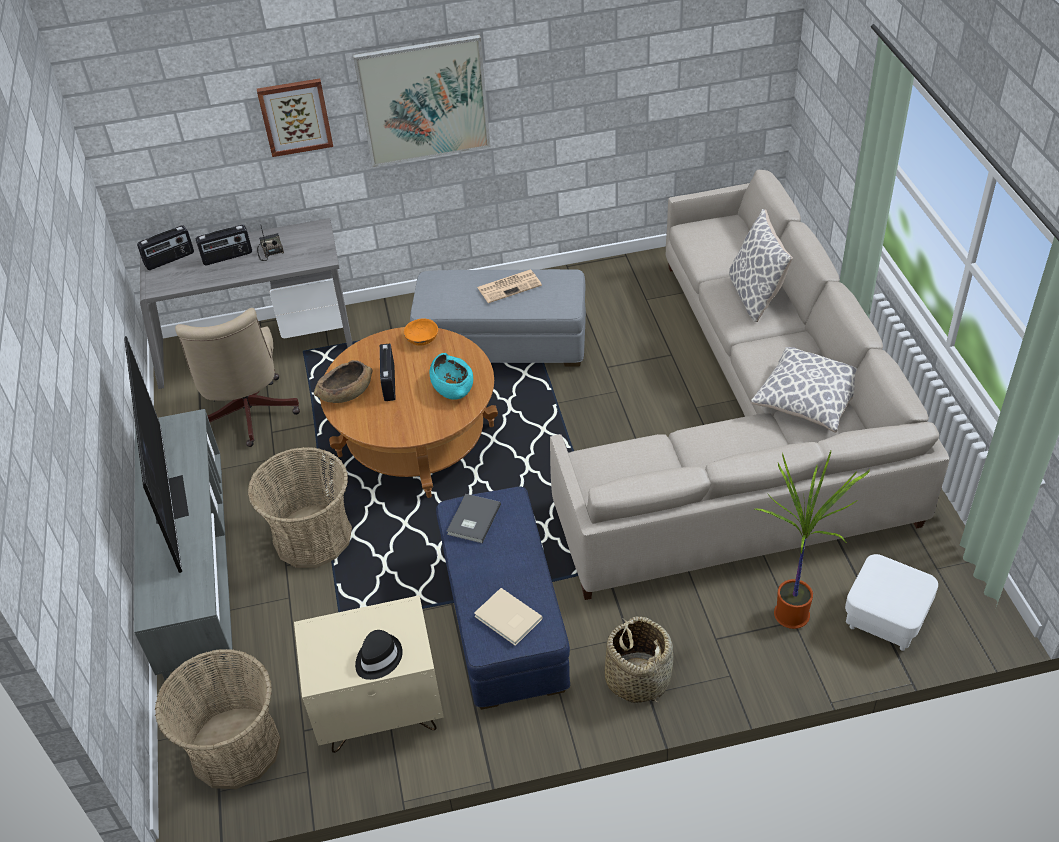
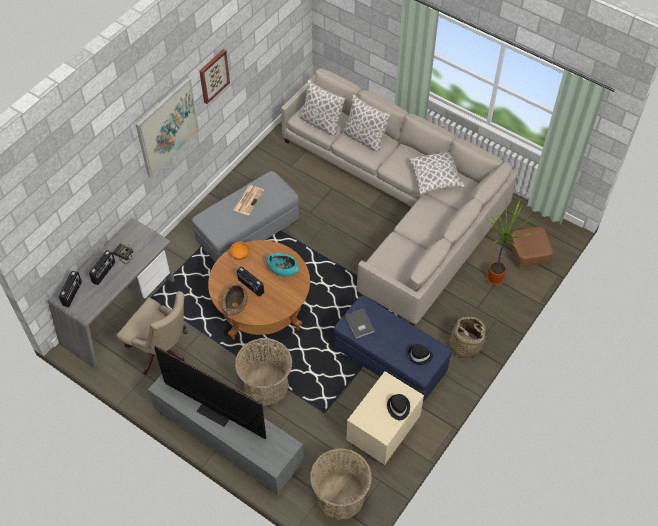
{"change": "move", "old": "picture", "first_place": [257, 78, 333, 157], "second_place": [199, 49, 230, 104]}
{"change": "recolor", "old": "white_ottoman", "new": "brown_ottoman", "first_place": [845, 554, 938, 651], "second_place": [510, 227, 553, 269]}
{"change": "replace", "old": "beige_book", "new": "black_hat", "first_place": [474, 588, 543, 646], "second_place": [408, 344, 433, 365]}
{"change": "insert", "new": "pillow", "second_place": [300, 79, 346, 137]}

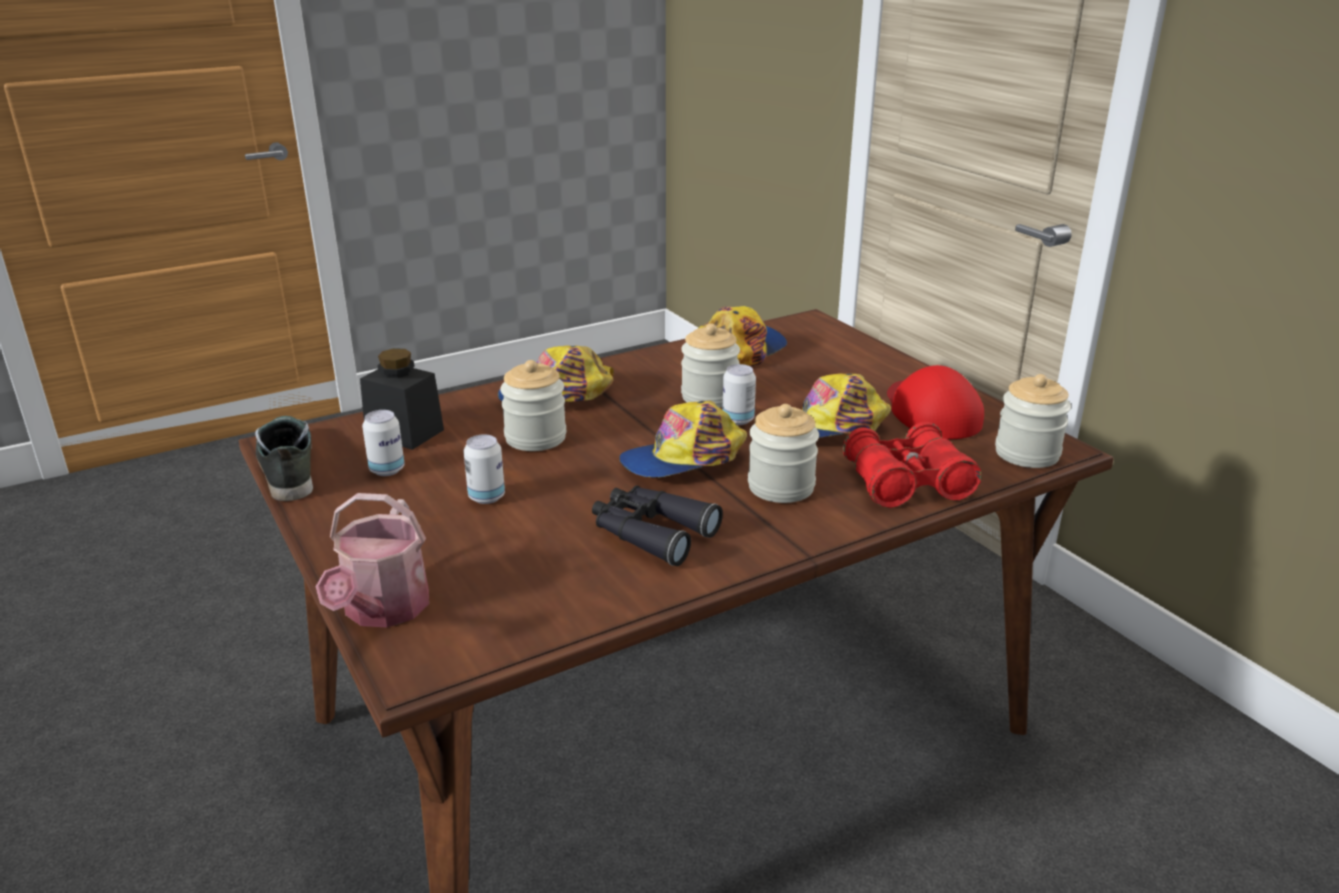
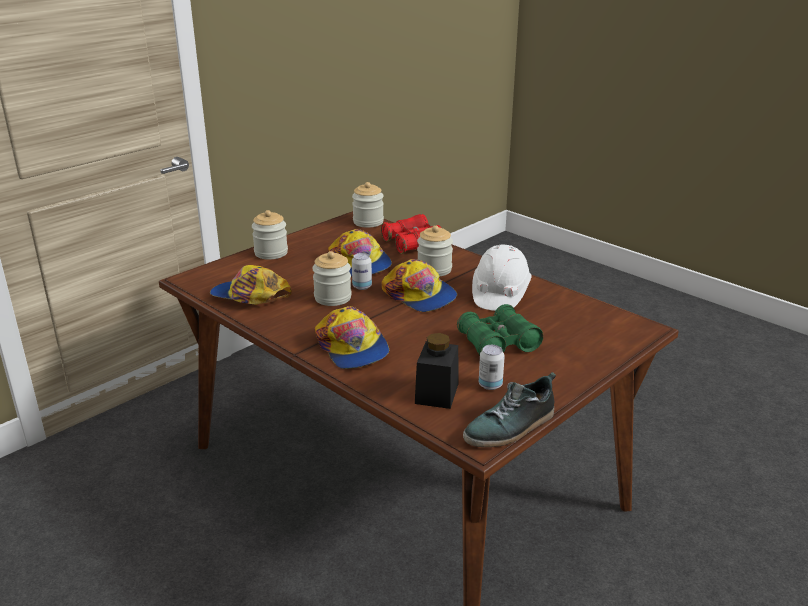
{"change": "move", "old": "jar", "first_place": [500, 360, 566, 451], "second_place": [252, 210, 288, 260]}
{"change": "delete", "old": "red_cap", "first_place": [887, 365, 984, 439]}
{"change": "replace", "old": "can", "new": "green_binoculars", "first_place": [463, 434, 505, 504], "second_place": [457, 304, 543, 355]}
{"change": "replace", "old": "black_binoculars", "new": "white_hard_hat", "first_place": [592, 486, 723, 566], "second_place": [472, 244, 532, 311]}
{"change": "delete", "old": "watering_can", "first_place": [316, 493, 429, 628]}

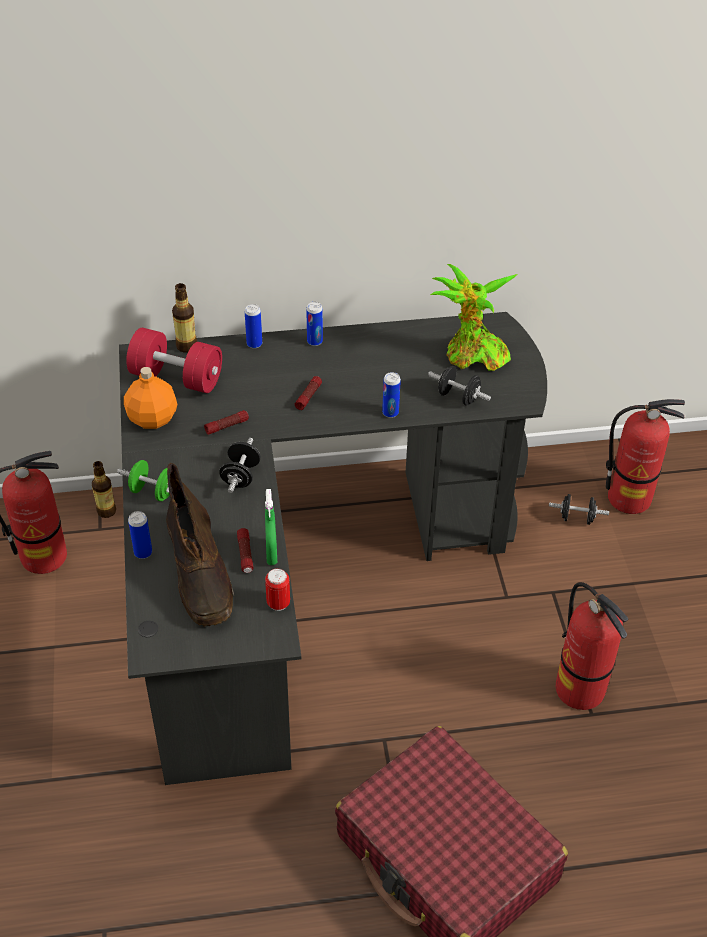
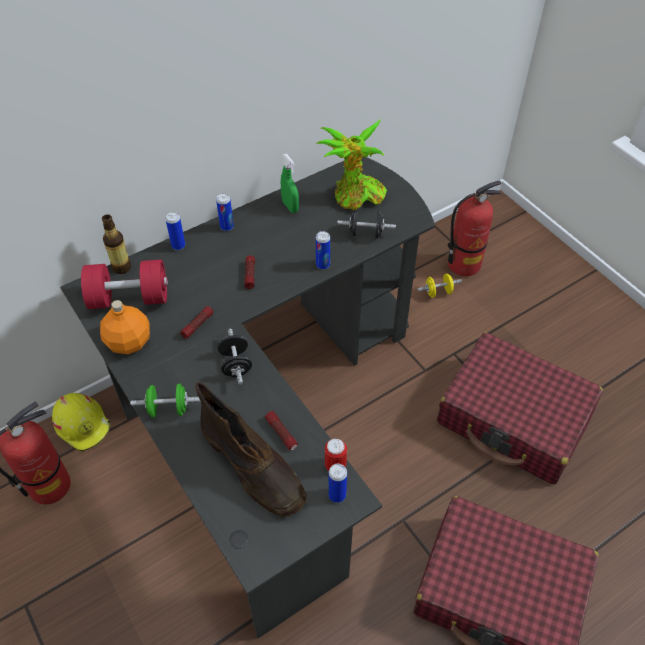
{"change": "replace", "old": "bottle", "new": "yellow_hard_hat", "first_place": [92, 461, 116, 518], "second_place": [52, 393, 111, 452]}
{"change": "move", "old": "green_spray_bottle", "first_place": [265, 489, 277, 565], "second_place": [281, 154, 299, 213]}
{"change": "recolor", "old": "black_dumbbell", "new": "yellow_dumbbell", "first_place": [549, 494, 609, 525], "second_place": [417, 273, 462, 298]}
{"change": "move", "old": "can", "first_place": [128, 511, 152, 559], "second_place": [328, 464, 347, 503]}
{"change": "replace", "old": "fire_extinguisher", "new": "red_suitcase", "first_place": [556, 582, 628, 710], "second_place": [437, 332, 603, 484]}

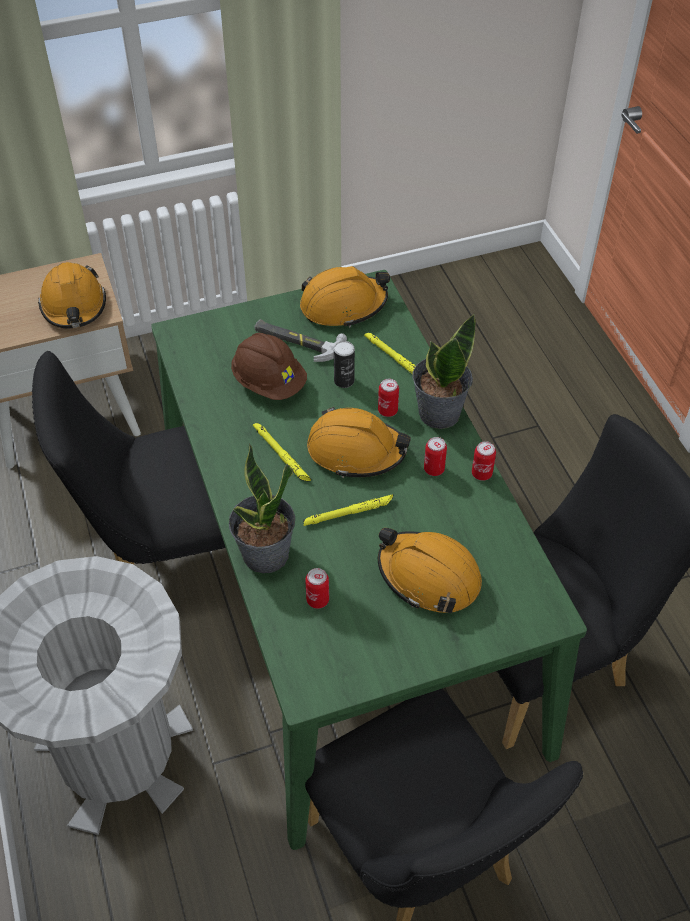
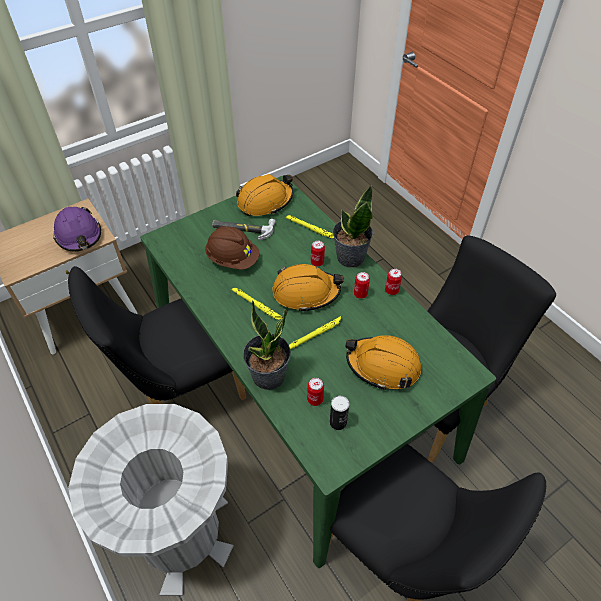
{"change": "recolor", "old": "orange_hard_hat", "new": "purple_hard_hat", "first_place": [38, 262, 106, 328], "second_place": [53, 207, 101, 251]}
{"change": "move", "old": "can", "first_place": [334, 341, 355, 388], "second_place": [330, 395, 349, 430]}

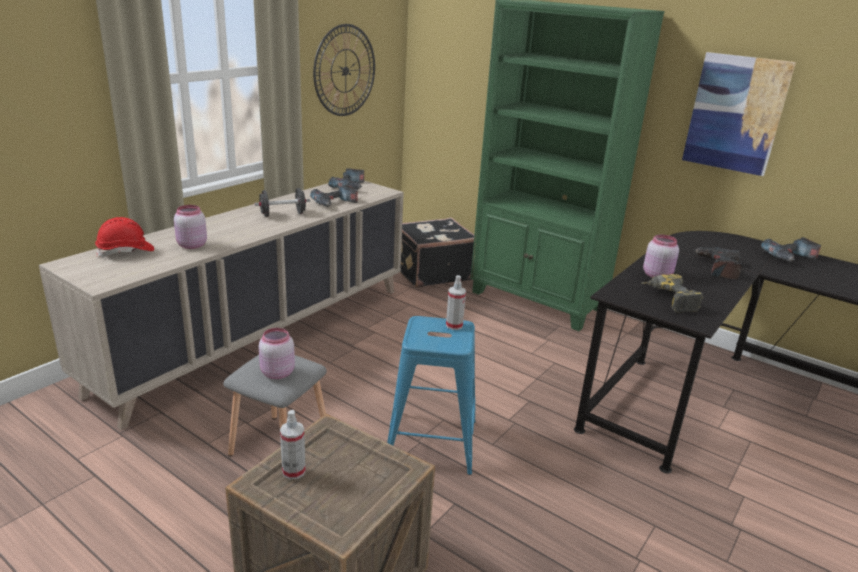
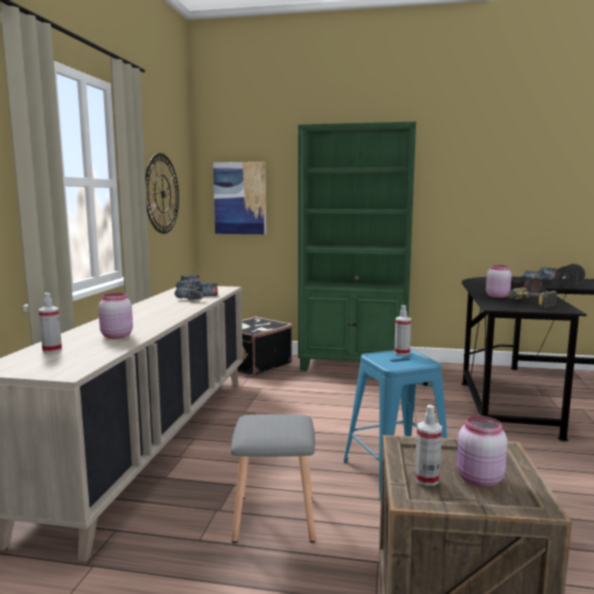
{"change": "move", "old": "picture", "first_place": [682, 52, 796, 176], "second_place": [213, 162, 266, 234]}
{"change": "move", "old": "black_dumbbell", "first_place": [254, 188, 310, 217], "second_place": [555, 264, 585, 287]}
{"change": "replace", "old": "red_hard_hat", "new": "spray_bottle", "first_place": [95, 217, 154, 257], "second_place": [39, 293, 62, 353]}
{"change": "move", "old": "pink_jar", "first_place": [259, 328, 295, 379], "second_place": [457, 416, 508, 487]}

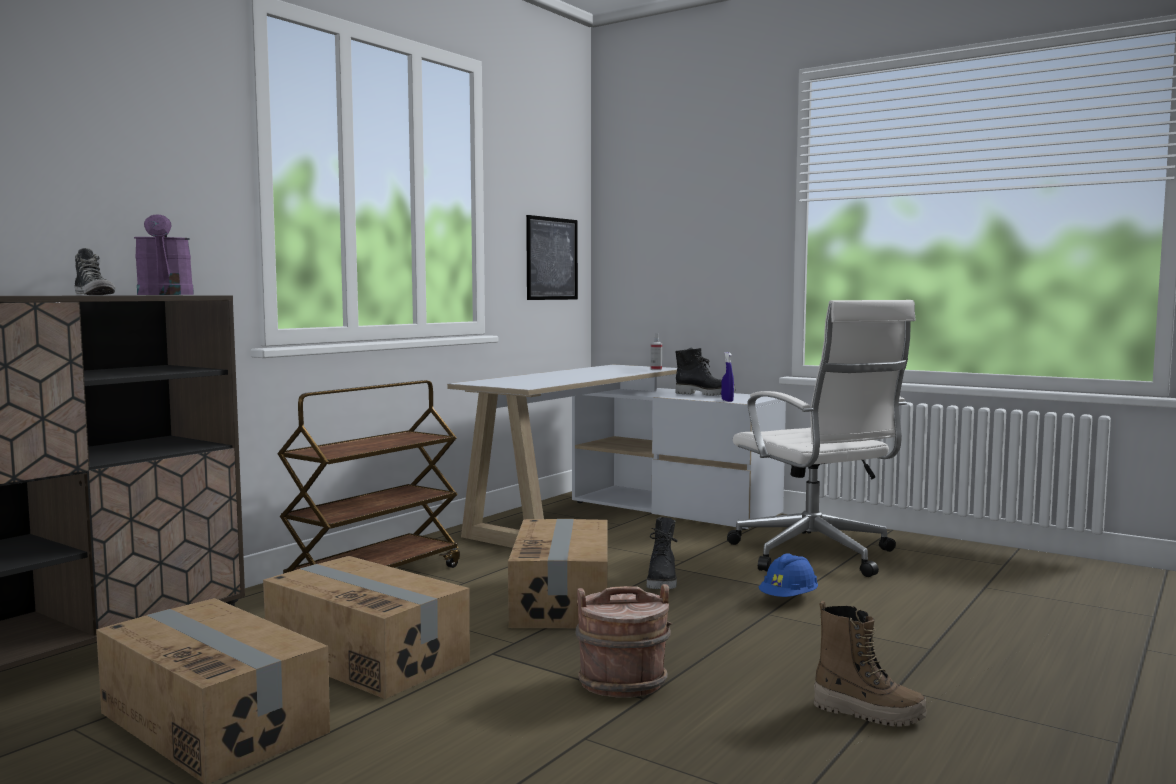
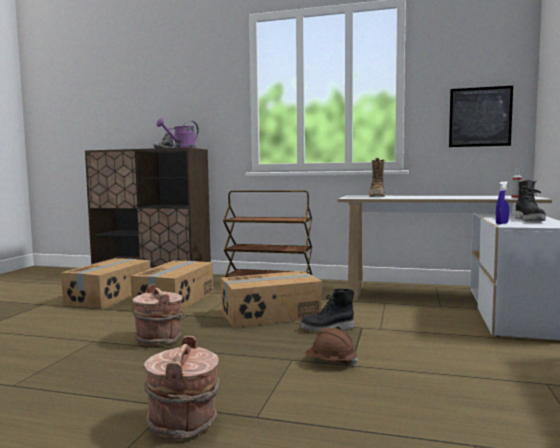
{"change": "delete", "old": "white_office_chair", "first_place": [727, 300, 916, 577]}
{"change": "recolor", "old": "blue_hard_hat", "new": "brown_hard_hat", "first_place": [759, 553, 818, 597], "second_place": [305, 328, 358, 366]}
{"change": "move", "old": "boot", "first_place": [814, 600, 927, 727], "second_place": [369, 158, 386, 197]}
{"change": "insert", "new": "brown_bucket", "second_place": [144, 336, 220, 440]}

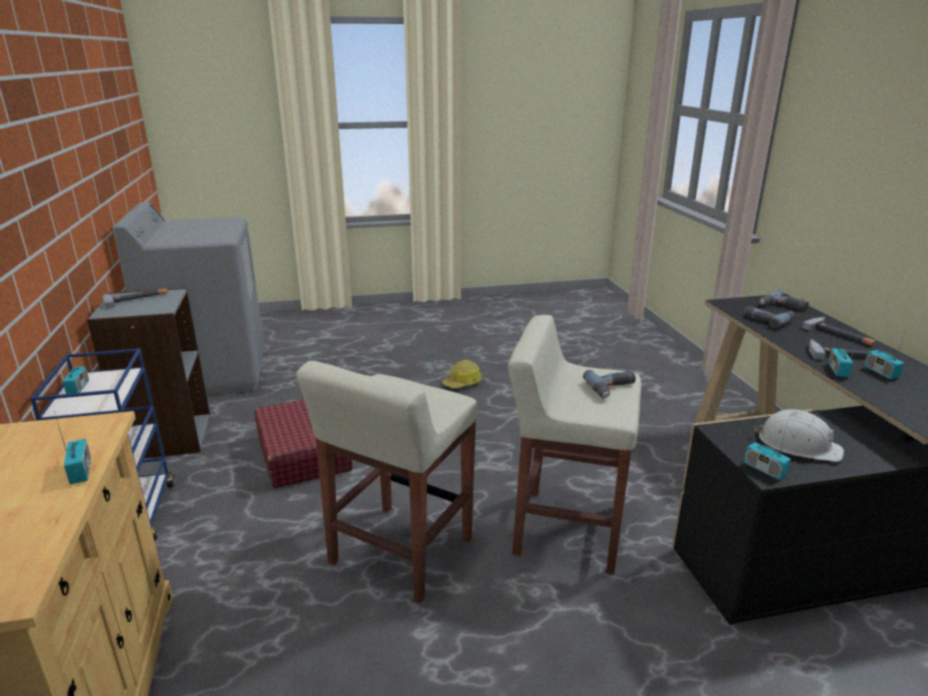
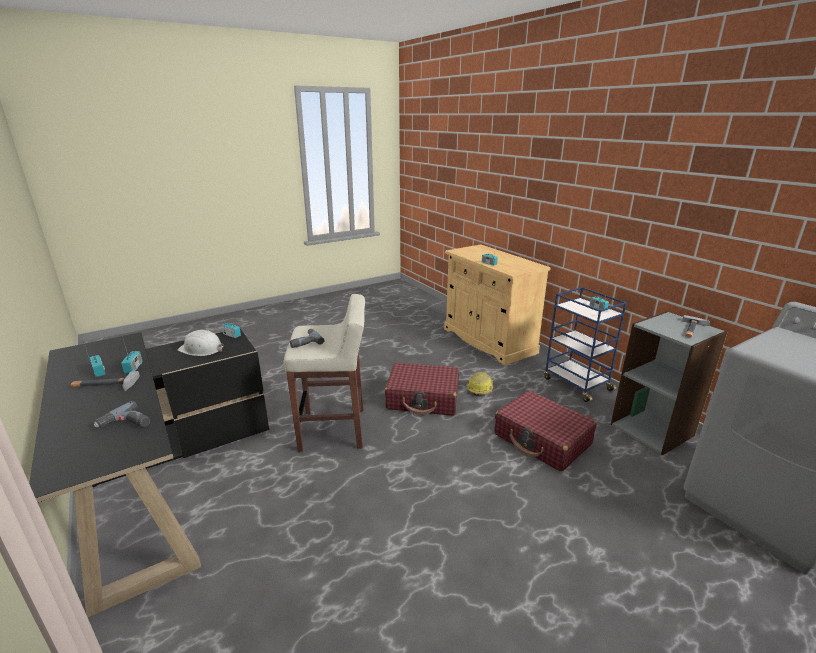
{"change": "delete", "old": "power_drill", "first_place": [759, 290, 809, 311]}
{"change": "delete", "old": "hammer", "first_place": [802, 317, 876, 346]}
{"change": "move", "old": "hard_hat", "first_place": [442, 360, 482, 389], "second_place": [466, 372, 493, 396]}
{"change": "replace", "old": "beige_stool", "new": "red_suitcase", "first_place": [297, 361, 478, 603], "second_place": [385, 362, 459, 416]}

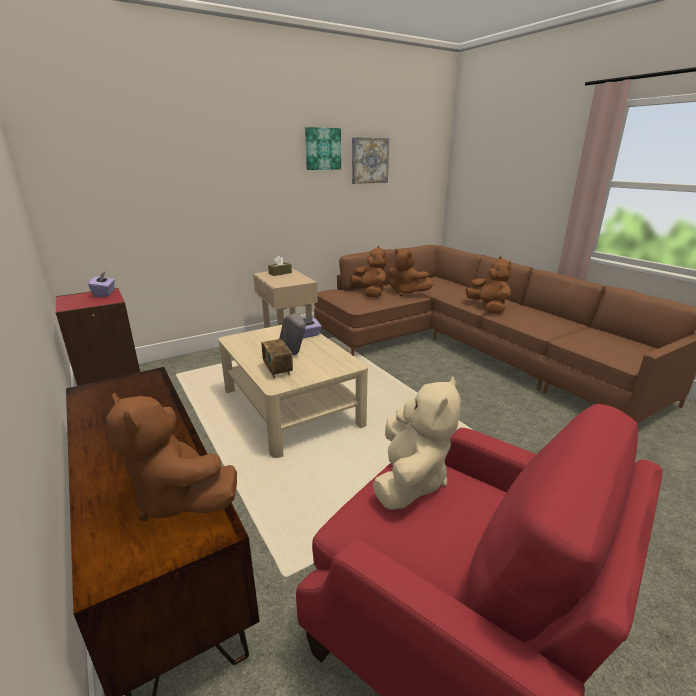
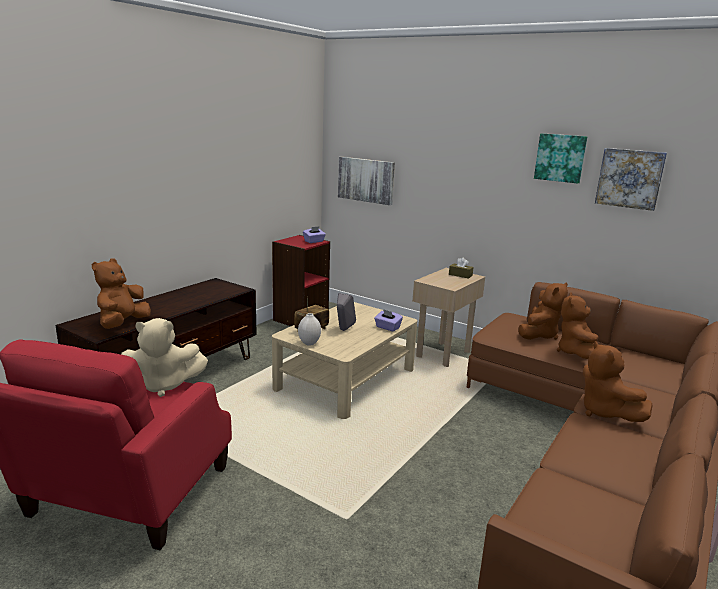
{"change": "rotate", "old": "brown_plush_toy", "first_place": [466, 257, 512, 314], "second_place": [583, 341, 652, 422], "degrees": 120}
{"change": "insert", "new": "picture", "second_place": [338, 157, 395, 205]}
{"change": "insert", "new": "white_vase", "second_place": [298, 313, 321, 346]}

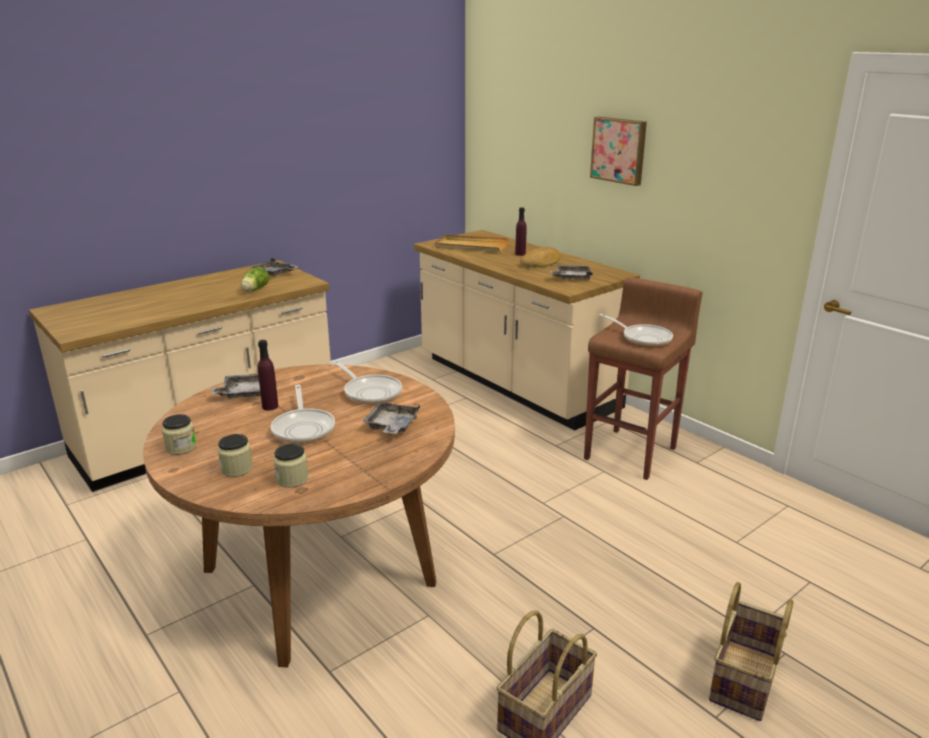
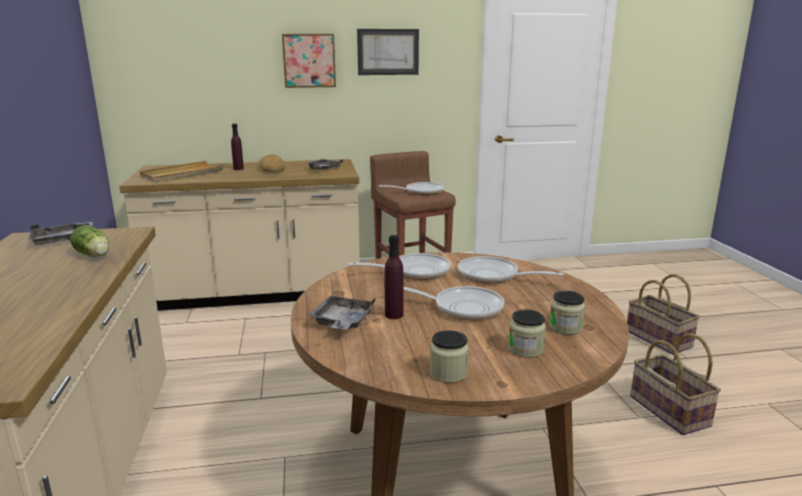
{"change": "replace", "old": "grey_tray", "new": "frying_pan", "first_place": [362, 402, 420, 434], "second_place": [458, 256, 564, 284]}
{"change": "insert", "new": "picture", "second_place": [357, 29, 419, 75]}

